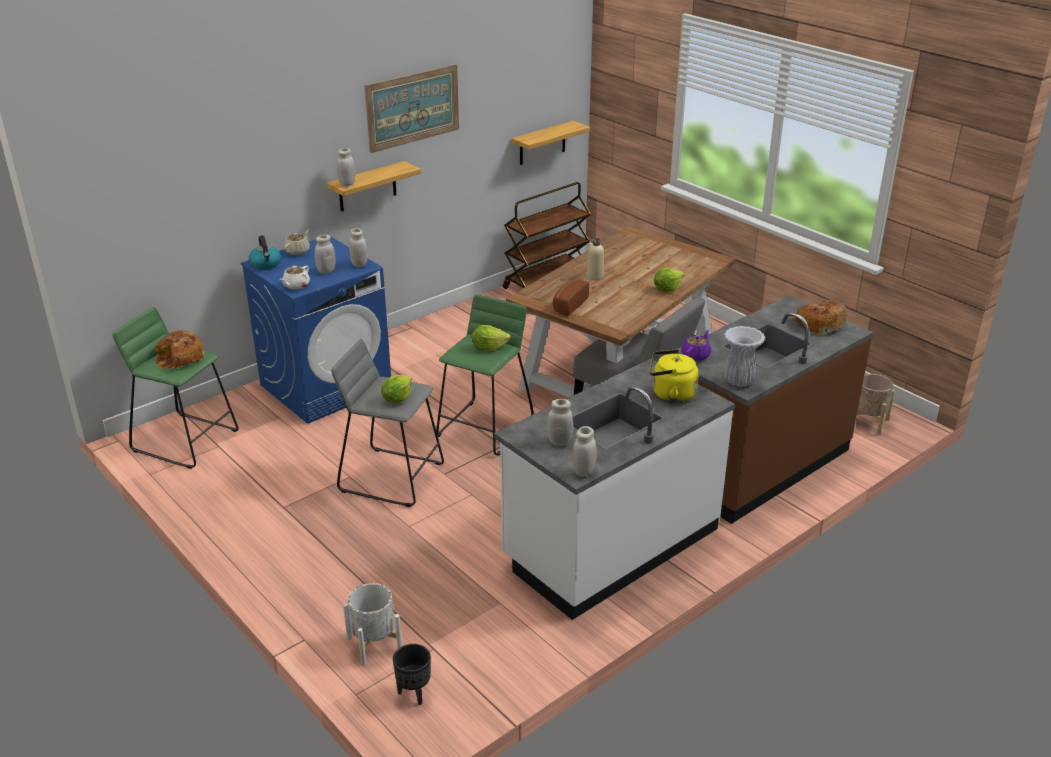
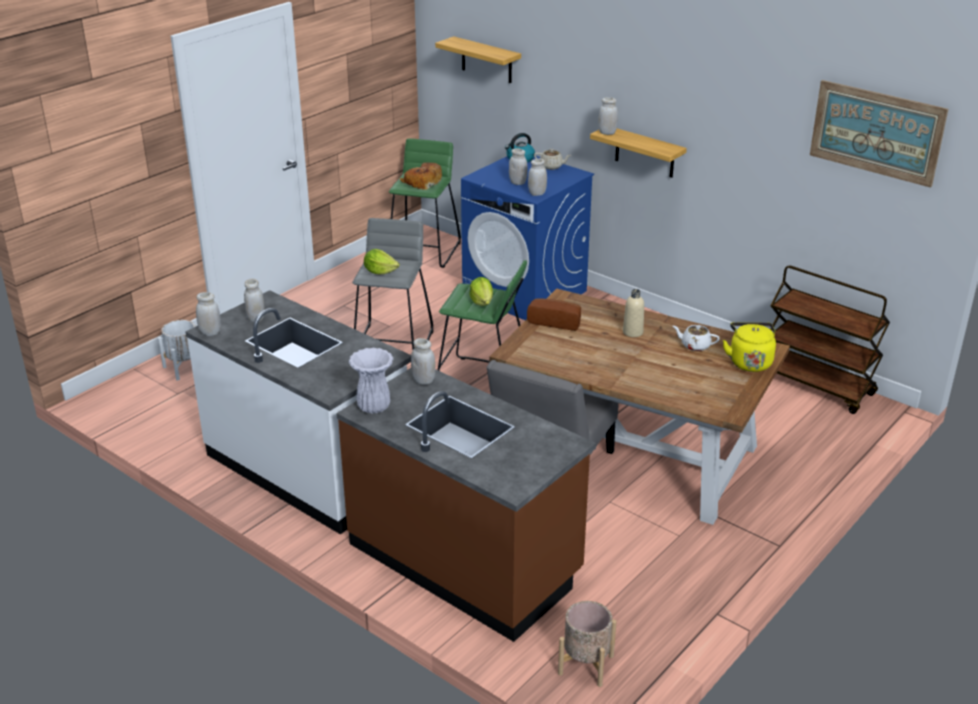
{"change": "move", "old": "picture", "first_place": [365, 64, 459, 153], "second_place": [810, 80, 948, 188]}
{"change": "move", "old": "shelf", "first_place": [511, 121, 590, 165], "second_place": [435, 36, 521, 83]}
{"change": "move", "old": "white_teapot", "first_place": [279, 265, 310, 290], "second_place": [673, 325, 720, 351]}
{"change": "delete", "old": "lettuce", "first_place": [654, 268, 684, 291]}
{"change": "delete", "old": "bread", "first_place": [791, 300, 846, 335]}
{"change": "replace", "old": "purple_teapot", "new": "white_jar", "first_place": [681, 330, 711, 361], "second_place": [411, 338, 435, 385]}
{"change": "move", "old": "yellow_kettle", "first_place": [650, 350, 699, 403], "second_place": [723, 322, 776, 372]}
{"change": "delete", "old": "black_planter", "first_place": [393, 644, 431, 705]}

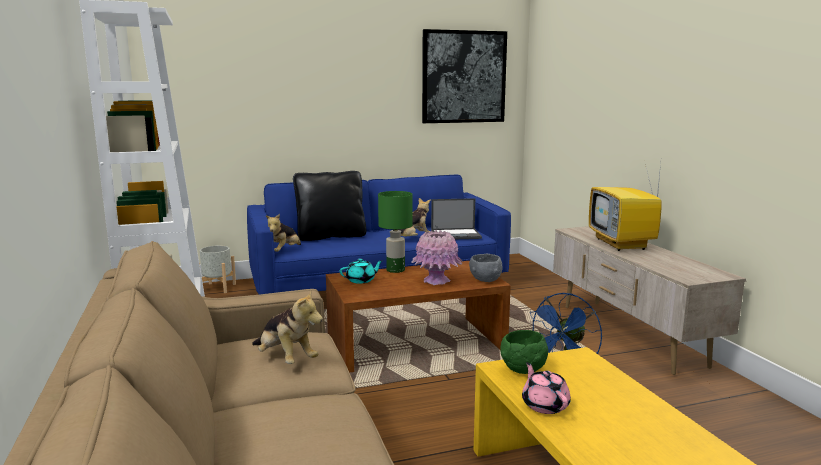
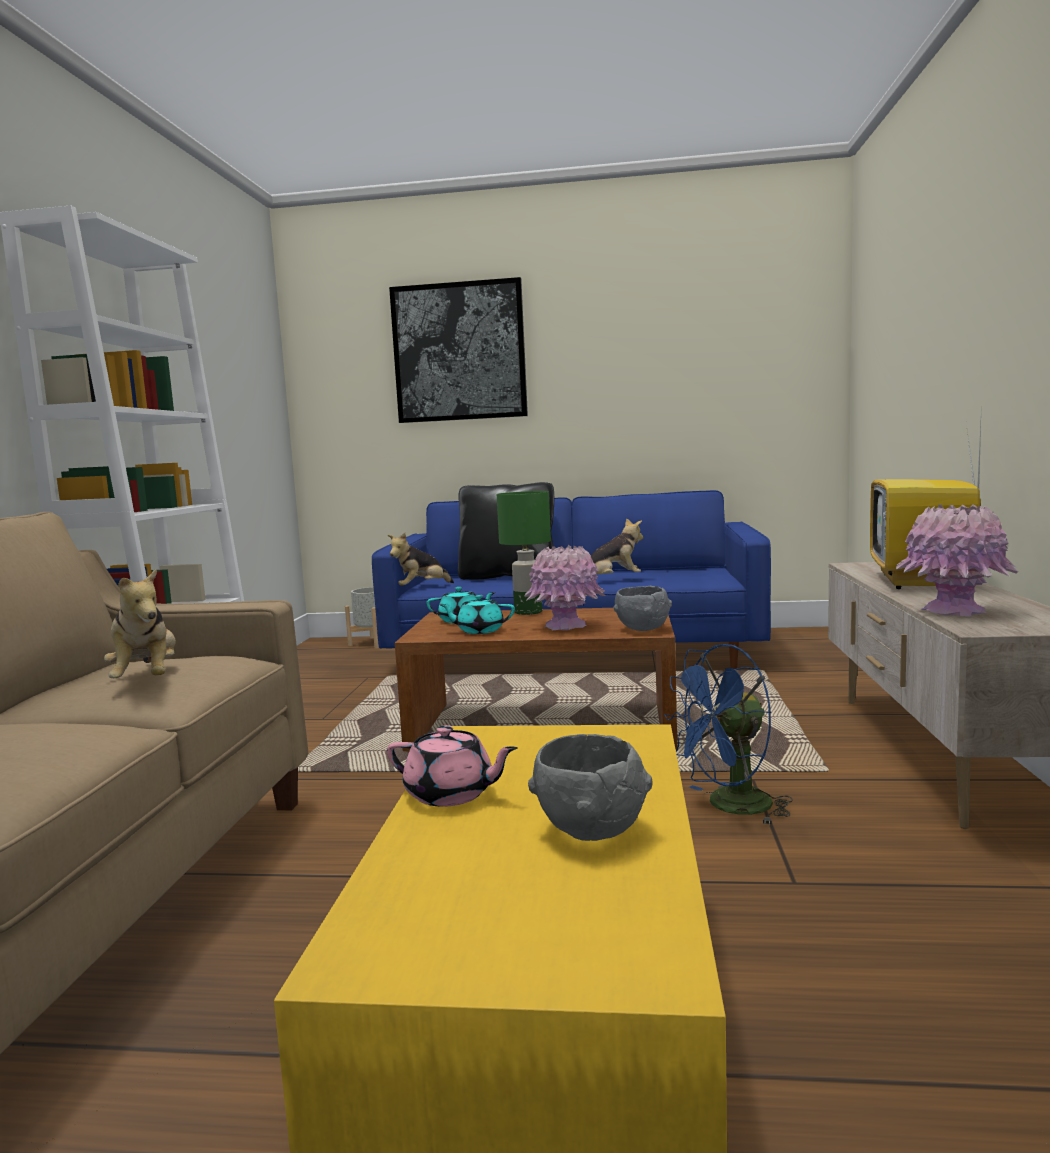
{"change": "move", "old": "picture", "first_place": [422, 29, 507, 123], "second_place": [389, 277, 528, 423]}
{"change": "delete", "old": "laptop", "first_place": [431, 198, 482, 239]}
{"change": "delete", "old": "green_bowl", "first_place": [500, 330, 548, 374]}
{"change": "rotate", "old": "pink_teapot", "first_place": [522, 362, 571, 414], "second_place": [387, 725, 518, 807], "degrees": 105}
{"change": "insert", "new": "pink_vase", "second_place": [896, 504, 1018, 617]}
{"change": "insert", "new": "turquoise_teapot", "second_place": [440, 595, 515, 634]}
{"change": "insert", "new": "grey_bowl", "second_place": [528, 734, 653, 841]}

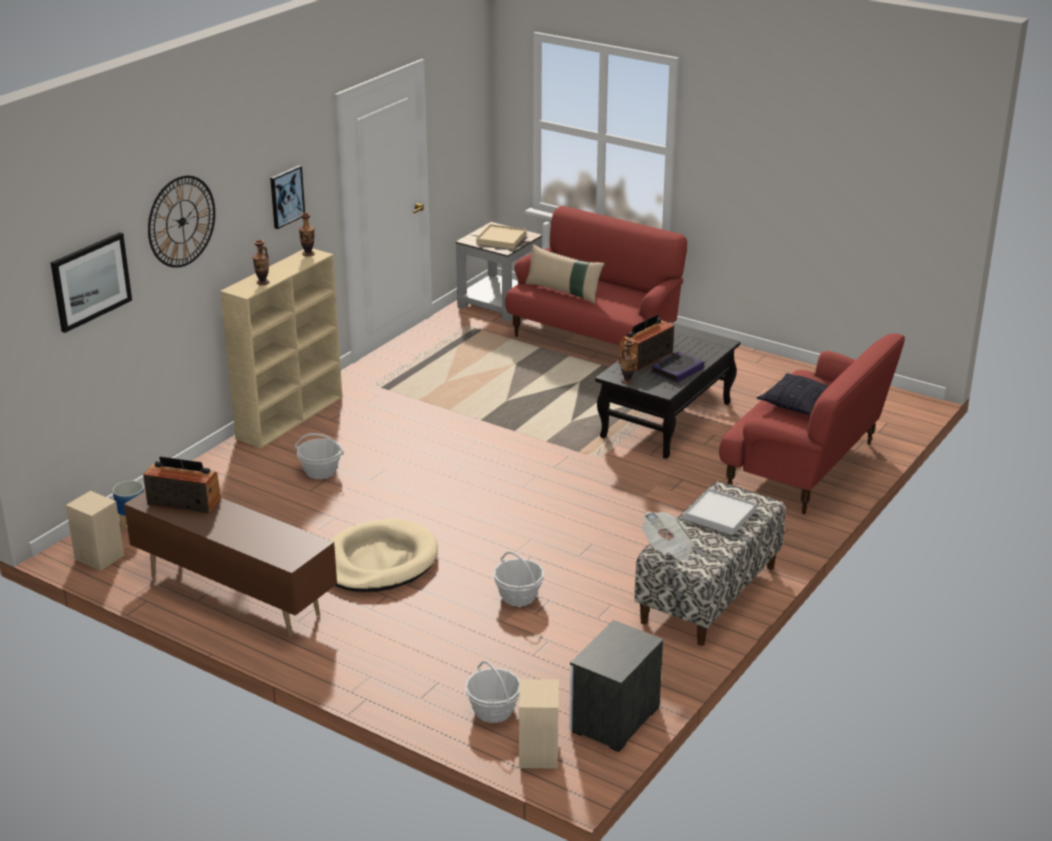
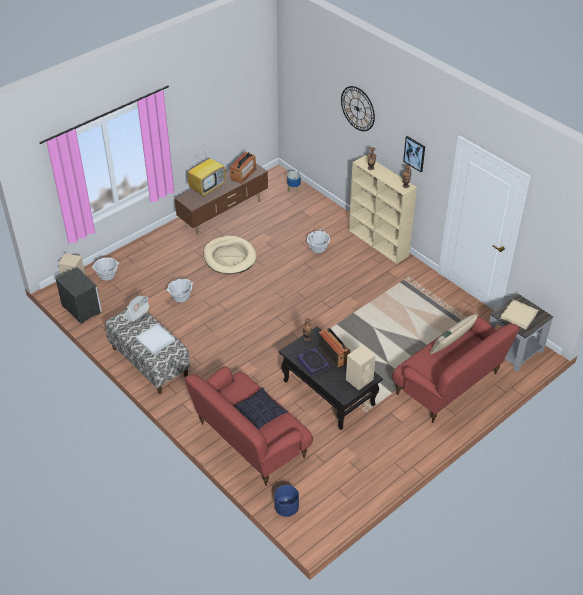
{"change": "delete", "old": "picture", "first_place": [51, 232, 132, 333]}
{"change": "move", "old": "beige_speaker", "first_place": [66, 491, 124, 571], "second_place": [346, 345, 376, 390]}
{"change": "insert", "new": "television", "second_place": [188, 151, 225, 196]}
{"change": "insert", "new": "blue_planter", "second_place": [274, 485, 299, 517]}

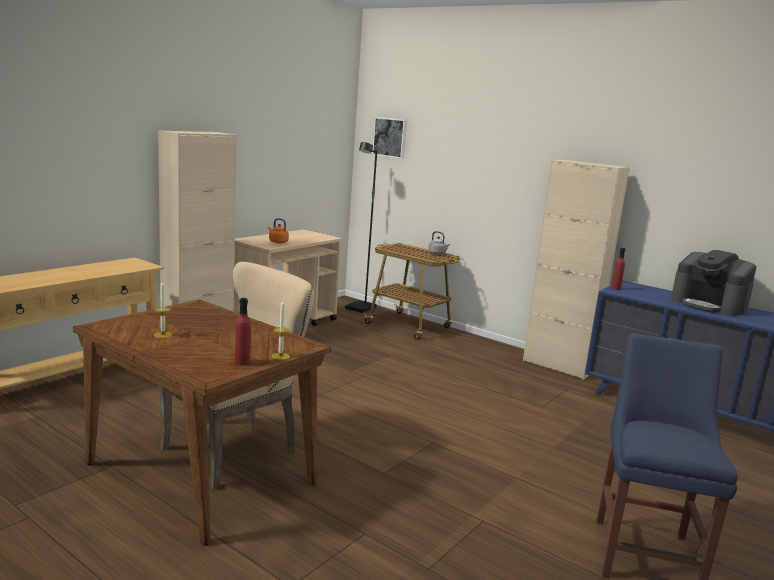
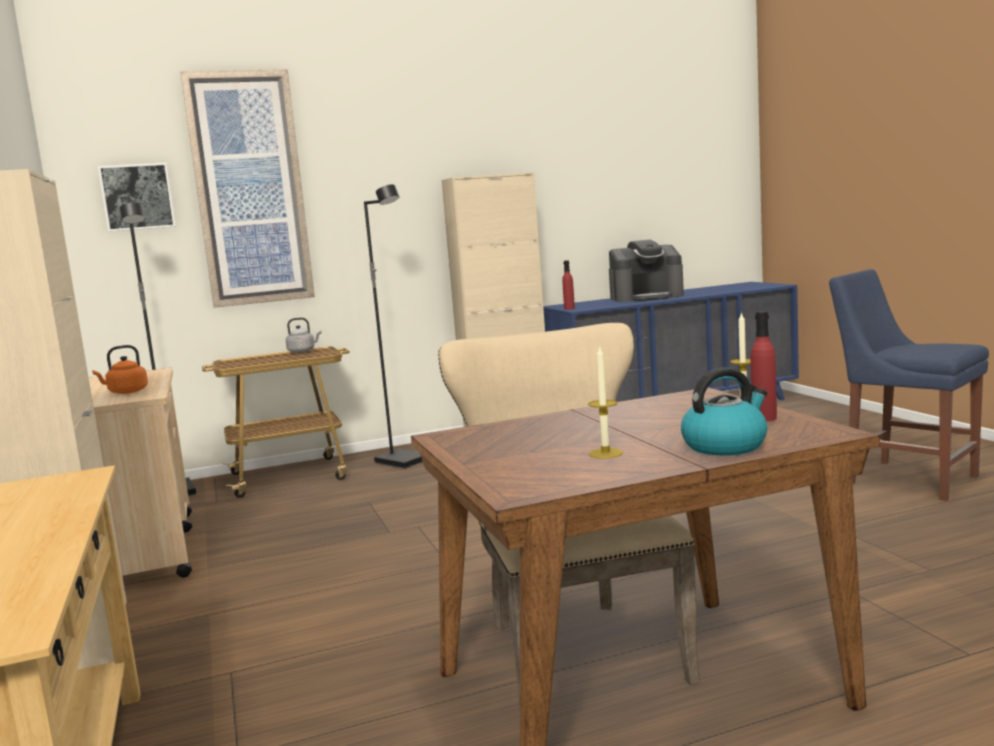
{"change": "insert", "new": "picture", "second_place": [181, 69, 315, 308]}
{"change": "insert", "new": "black_floor_lamp", "second_place": [364, 184, 423, 469]}
{"change": "insert", "new": "kettle", "second_place": [681, 367, 767, 455]}

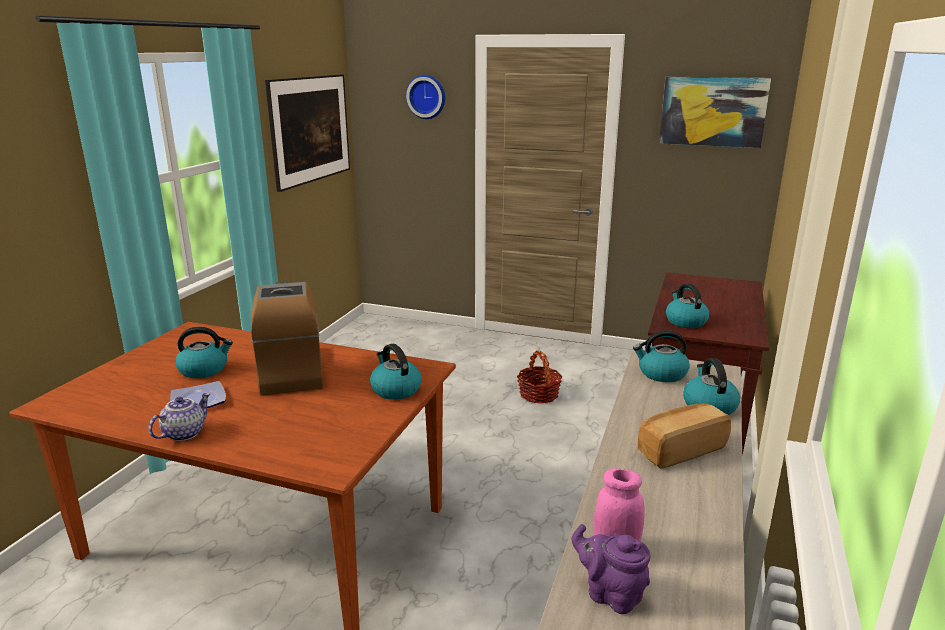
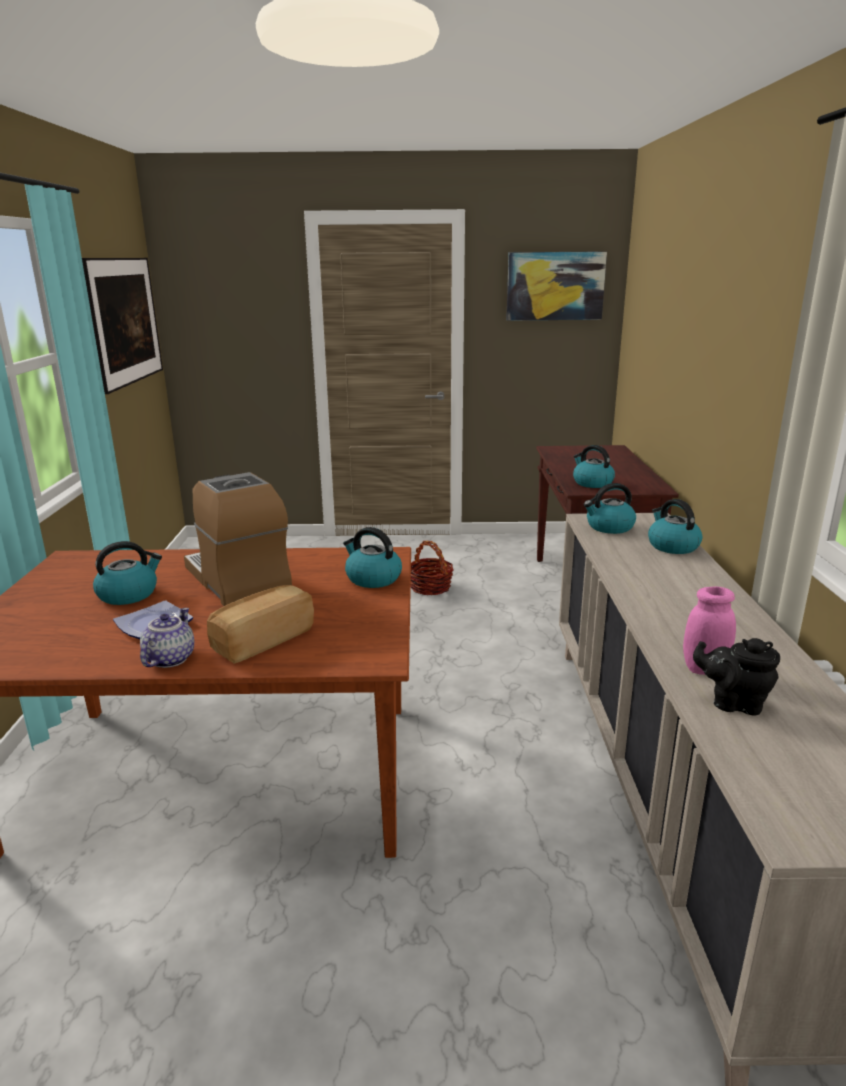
{"change": "delete", "old": "wall_clock", "first_place": [406, 75, 445, 119]}
{"change": "move", "old": "bread", "first_place": [638, 404, 731, 469], "second_place": [207, 585, 314, 663]}
{"change": "recolor", "old": "purple_teapot", "new": "black_teapot", "first_place": [572, 524, 650, 614], "second_place": [693, 638, 780, 716]}

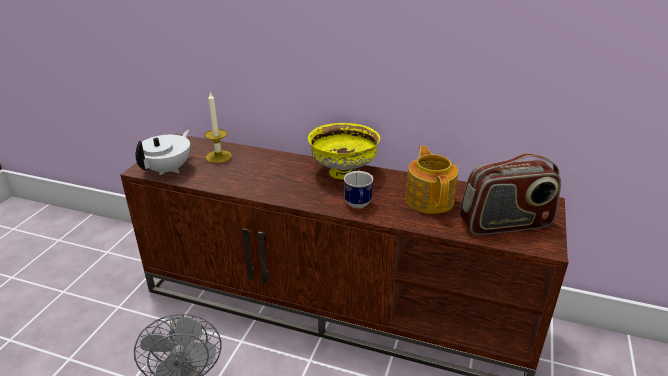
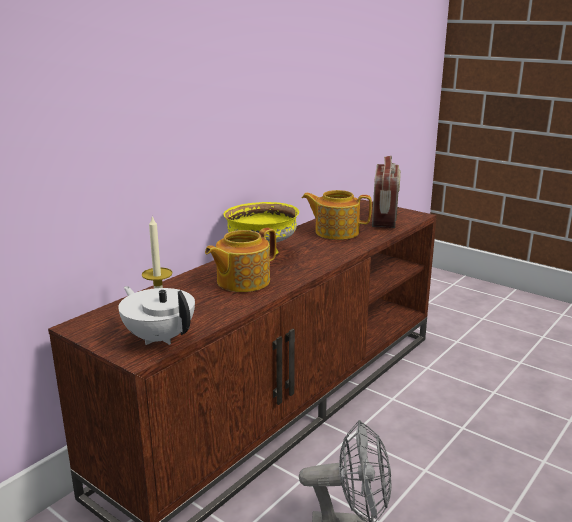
{"change": "delete", "old": "mug", "first_place": [344, 171, 374, 208]}
{"change": "insert", "new": "teapot", "second_place": [205, 227, 276, 292]}

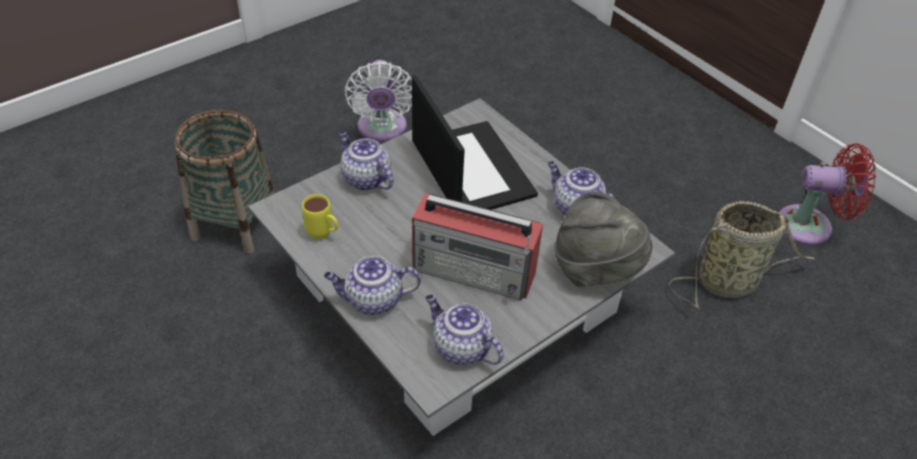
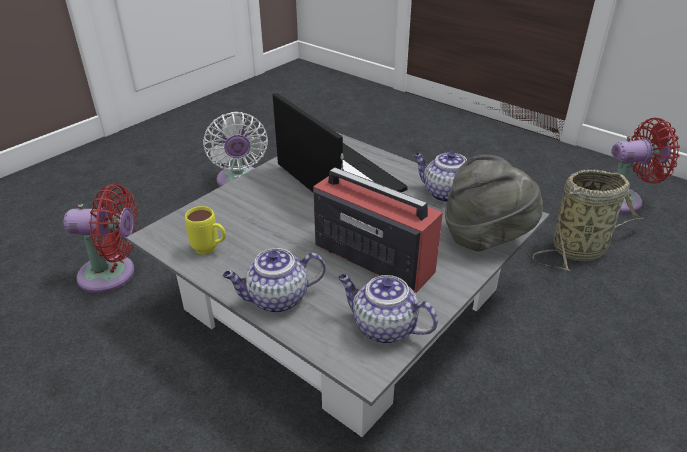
{"change": "replace", "old": "basket", "new": "red_fan", "first_place": [175, 110, 274, 254], "second_place": [63, 184, 139, 293]}
{"change": "delete", "old": "teapot", "first_place": [339, 131, 393, 191]}
{"change": "rotate", "old": "radio", "first_place": [412, 193, 543, 301], "second_place": [313, 154, 443, 293], "degrees": -150}

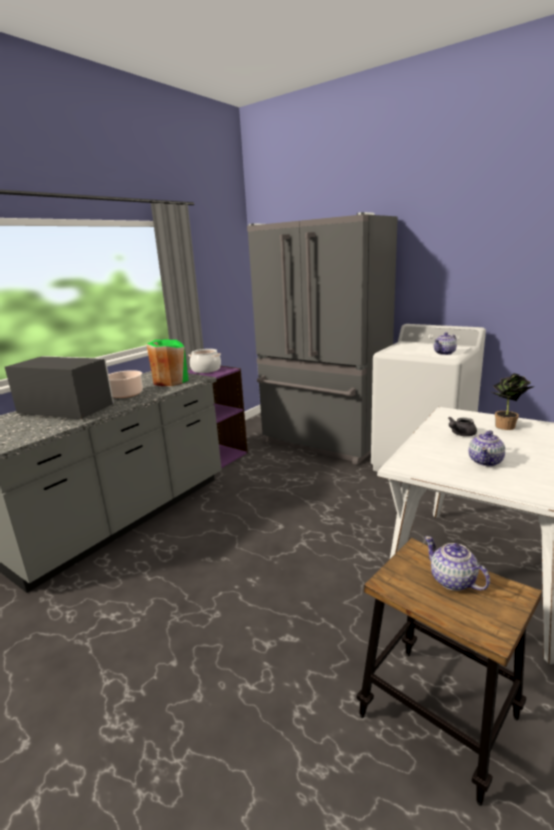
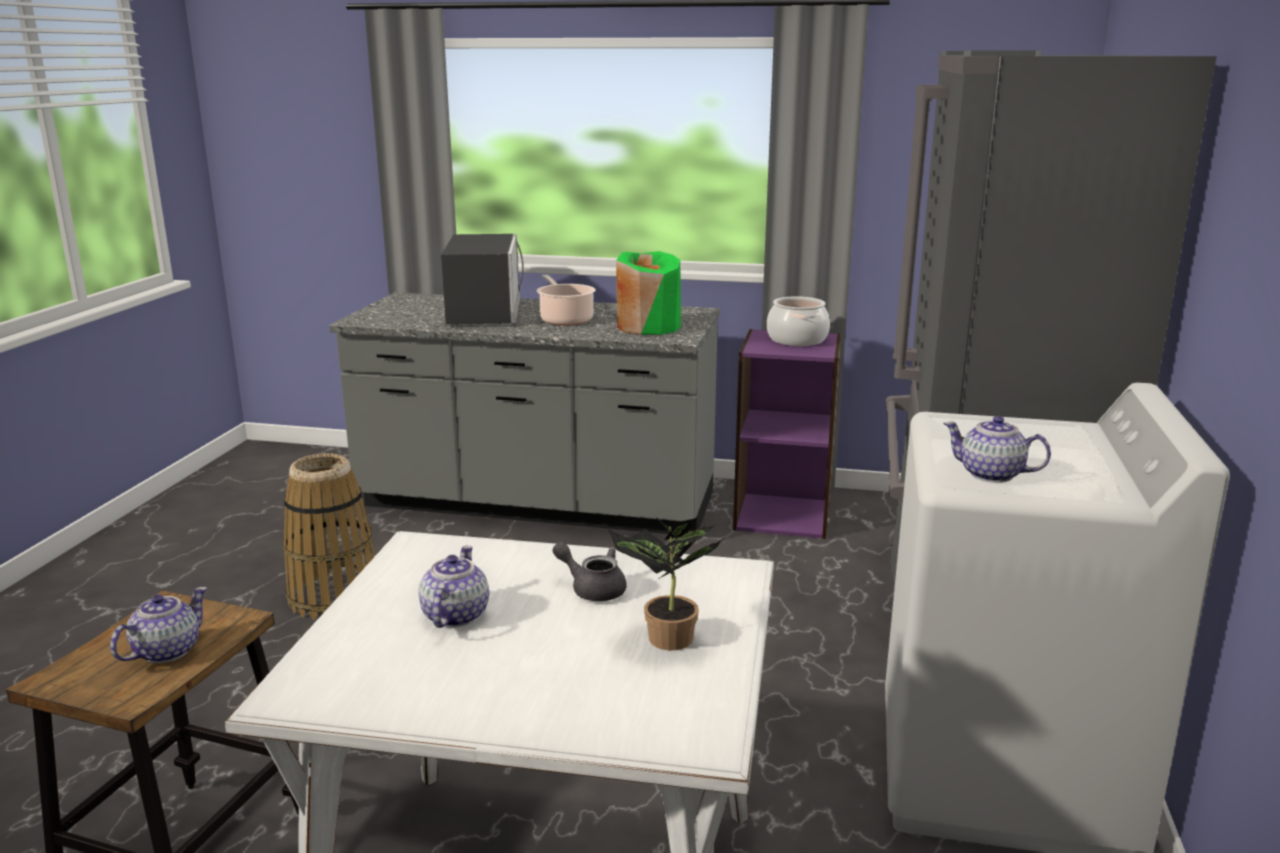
{"change": "rotate", "old": "teapot", "first_place": [469, 430, 505, 467], "second_place": [419, 545, 489, 628], "degrees": 90}
{"change": "insert", "new": "basket", "second_place": [283, 453, 375, 620]}

